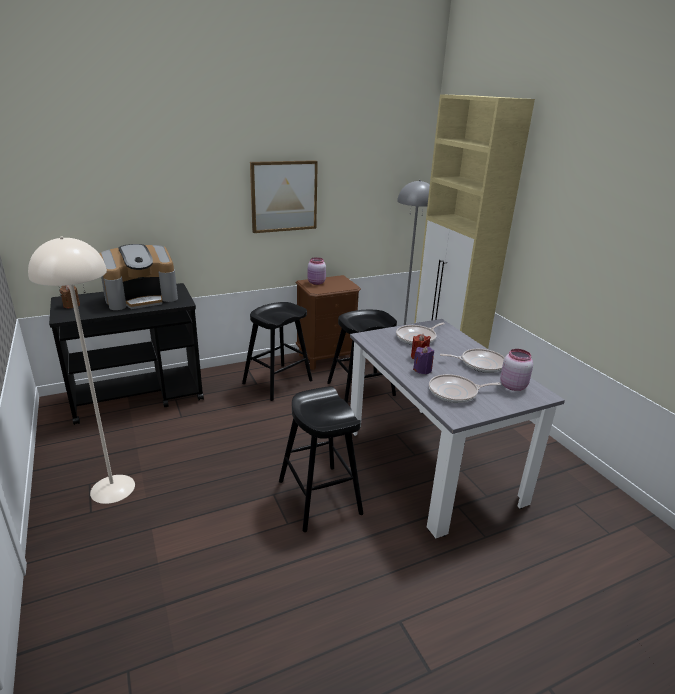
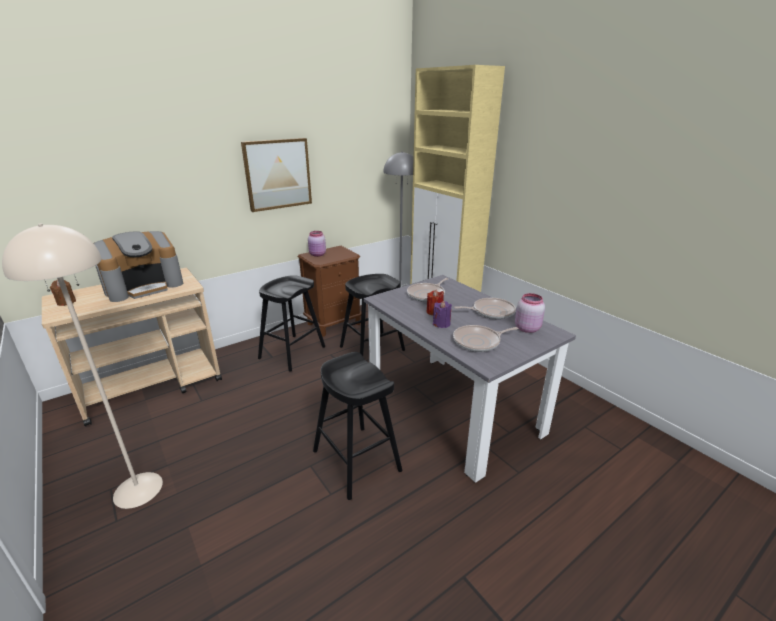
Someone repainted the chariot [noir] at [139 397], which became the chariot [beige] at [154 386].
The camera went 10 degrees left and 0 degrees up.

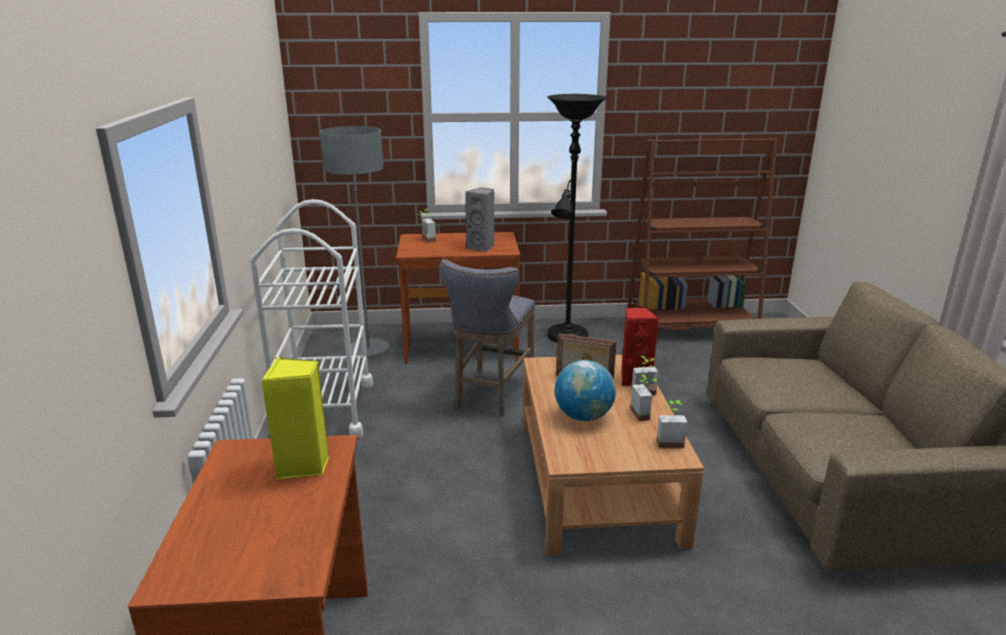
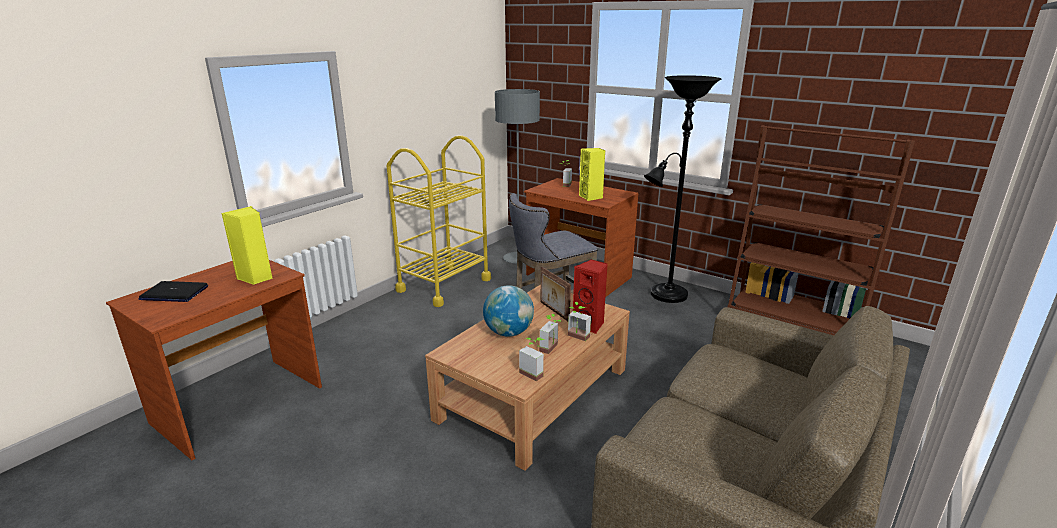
Someone repainted the chariot [blanc] at [325 409], which became the chariot [jaune] at [444 285].
Someone repainted the enceinte [gris] at [482 247], which became the enceinte [jaune] at [591 197].
Someone put down the ordinateur portable at [174 293].
The camera went 40 degrees right and 0 degrees up.

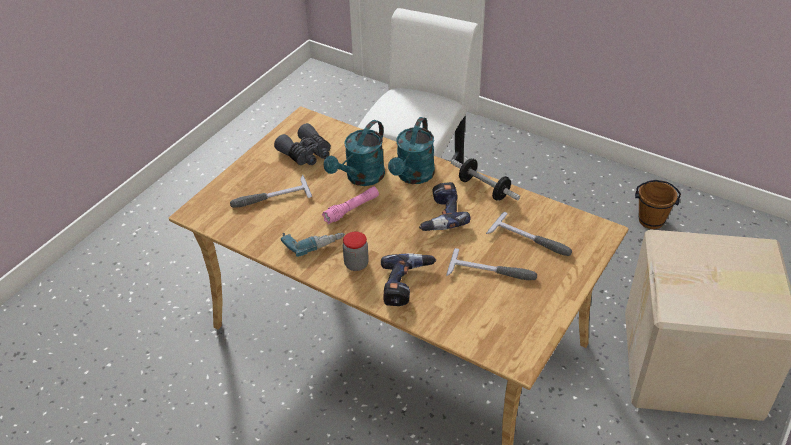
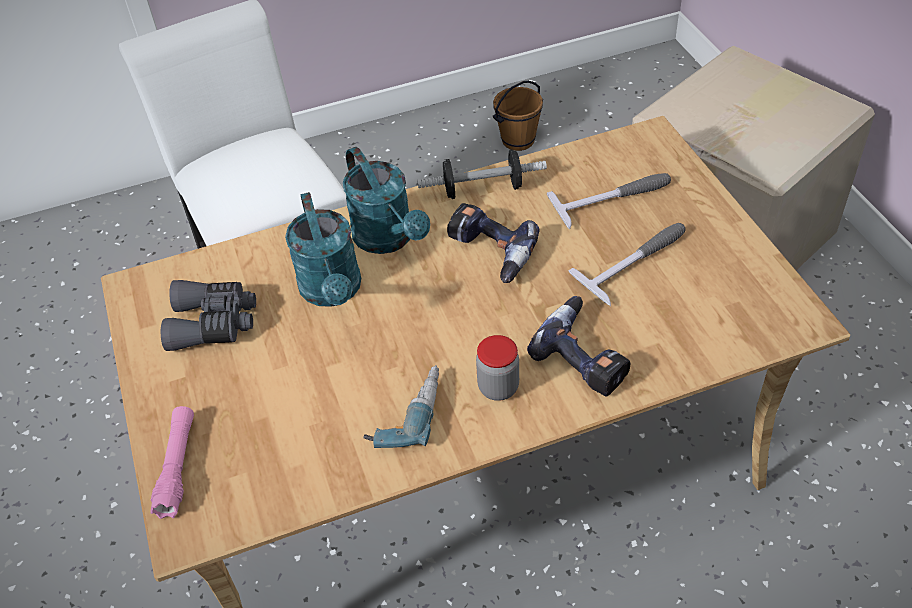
Someone took away the marteau at [269 197].
Someone carried the lampe de poche [rose] from [351 209] to [177 467].
The camera went 50 degrees left and 5 degrees up.

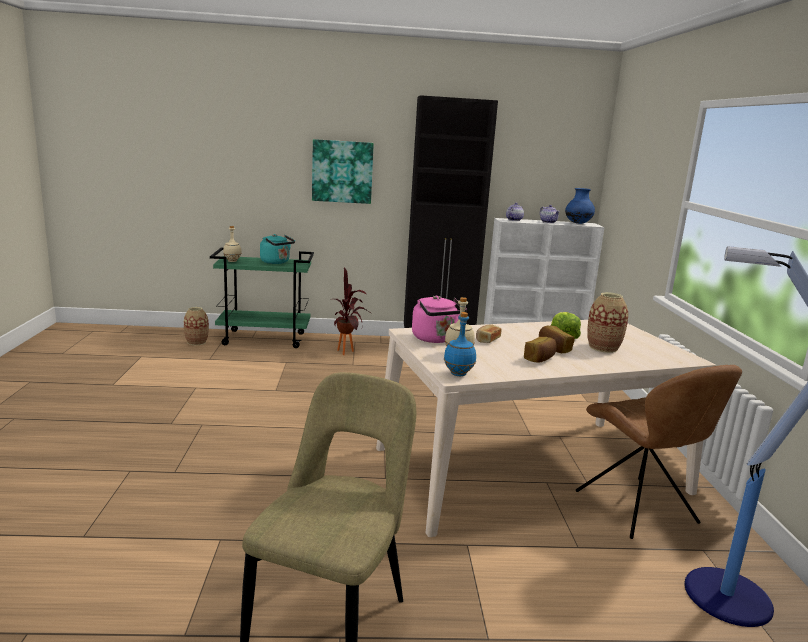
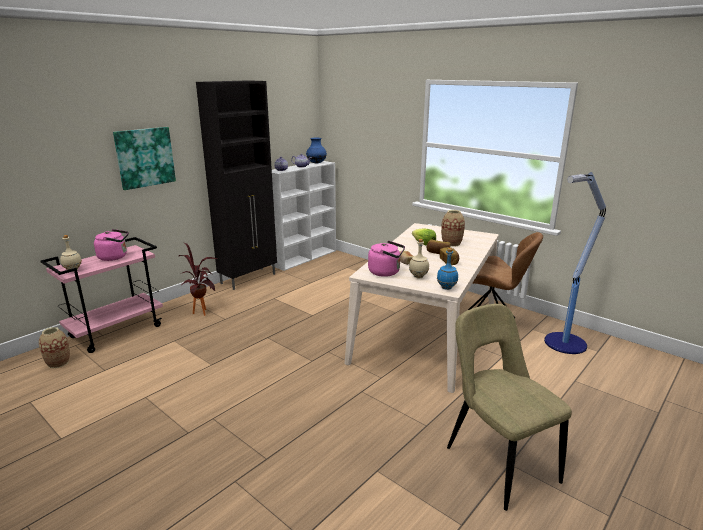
Someone repainted the chariot [vert] at [265 339], which became the chariot [rose] at [117 331].
Someone repainted the bouilloire [turquoise] at [276 262], which became the bouilloire [rose] at [115 257].
The camera went 45 degrees left and 5 degrees up.

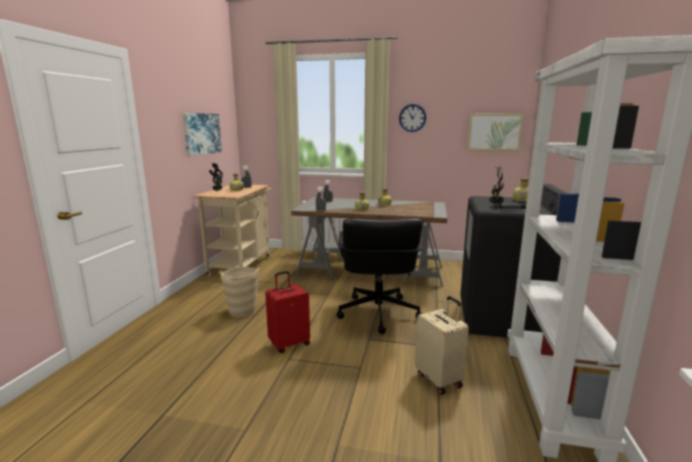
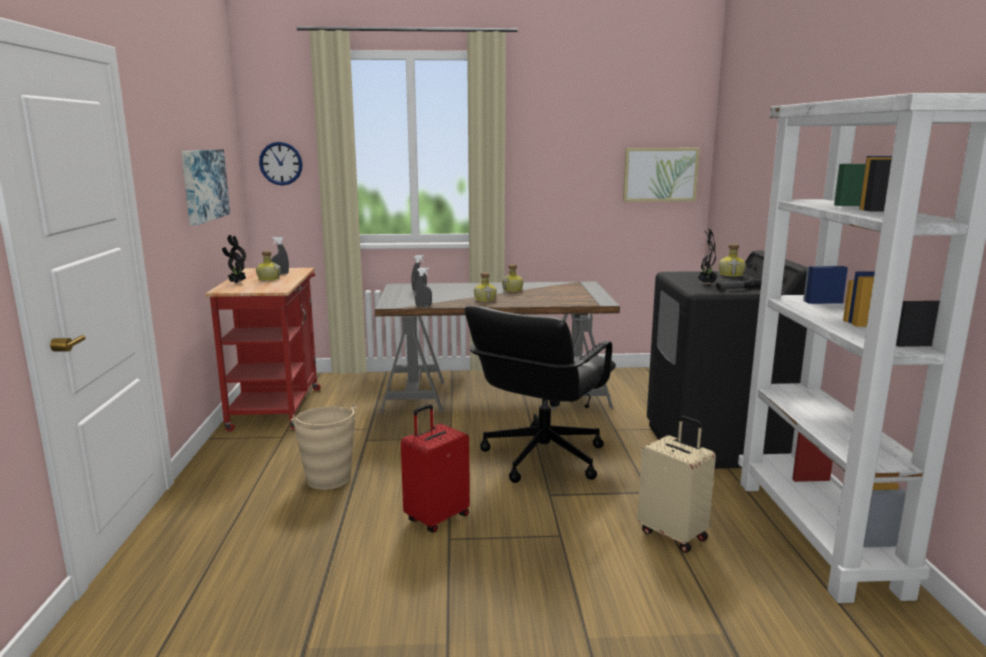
Someone repainted the chariot [beige] at [242 264], which became the chariot [rouge] at [277 406].
Someone rotated the chaise de bureau [noir] at [377 313] by 45 degrees clockwise.
Someone carried the horloge murale from [412 118] to [281 163].
The camera went 15 degrees left and 0 degrees up.

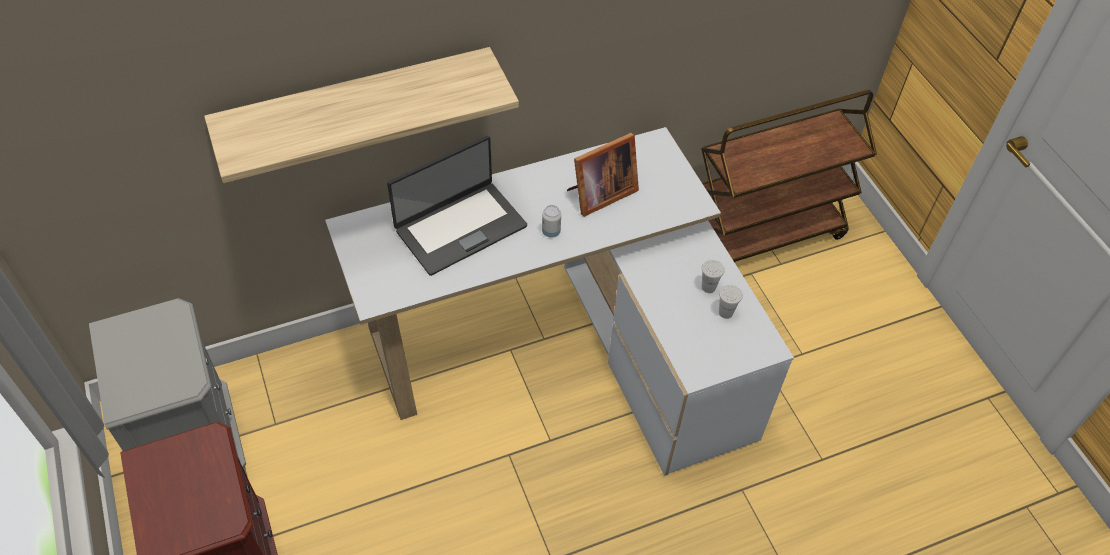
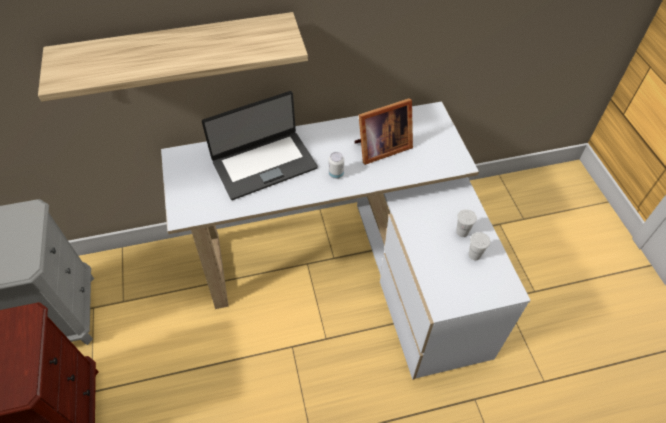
Someone took away the chariot [marron] at [763 234].
The camera went 10 degrees right and 0 degrees up.

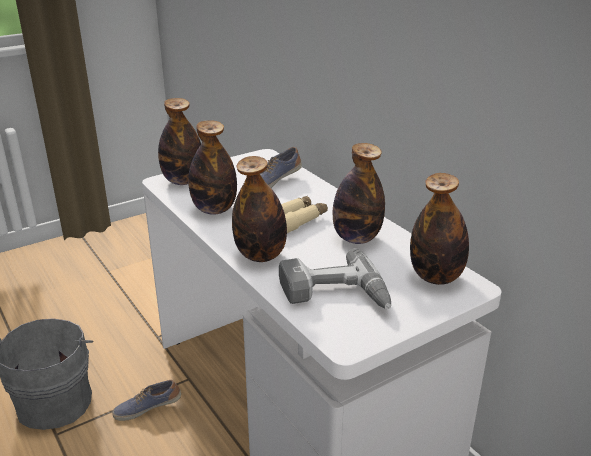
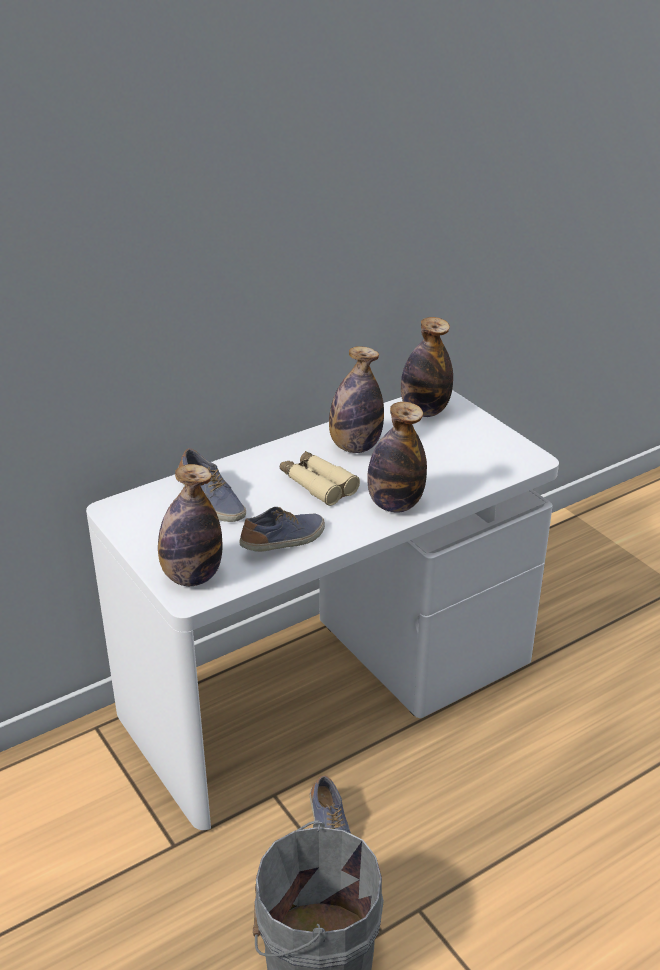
Someone swapped the bouteille at [214 209] for the chaussure at [284 542].
Someone took away the perceuse at [335 296].
The camera went 90 degrees left and 5 degrees up.

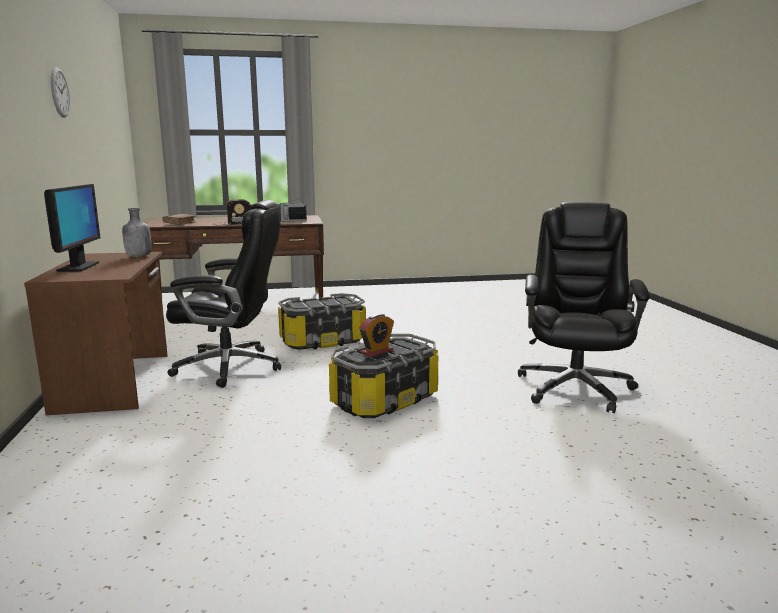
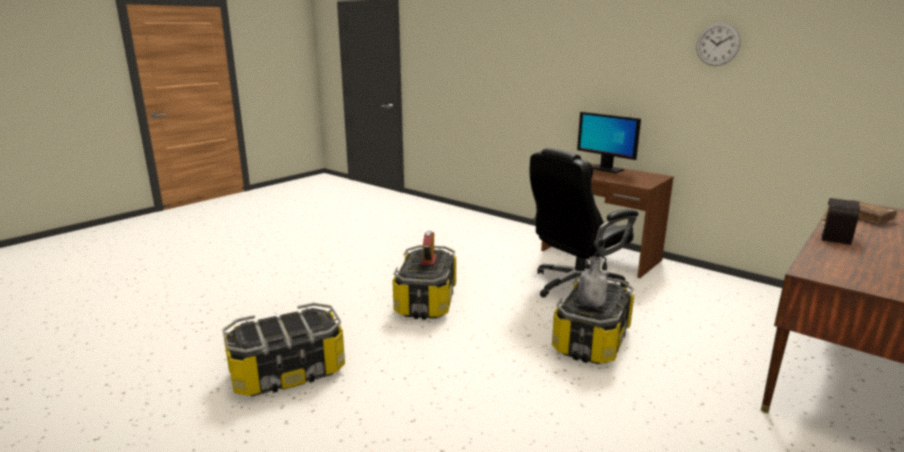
Someone carried the bouteille [gris] from [138 256] to [591 305].
Someone took away the radio at [293 220].
Someone swapped the chaise de bureau [noir] at [574 387] for the boîte de rangement at [288 373].
The camera went 140 degrees right and 5 degrees up.

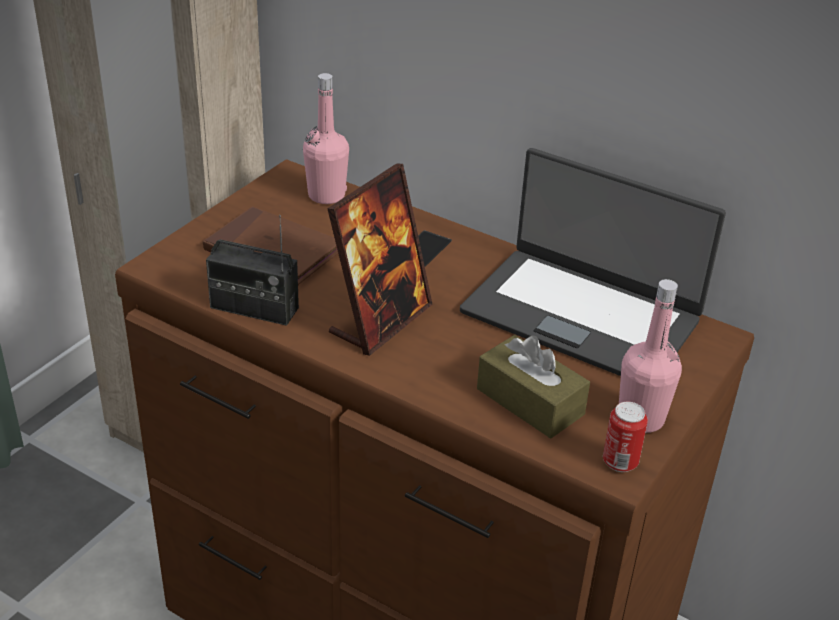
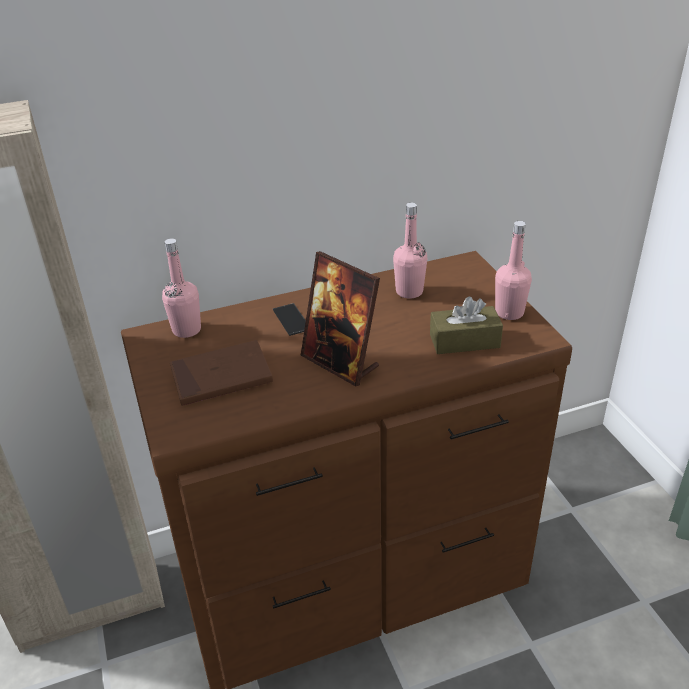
Someone took away the radio at [254 308].
Someone rotated the cadre photo at [380 320] by 150 degrees clockwise.
Someone swapped the ordinateur portable at [582 314] for the bouteille [rose] at [409 291].
Someone took away the boîte métallique at [620 462].
The camera went 50 degrees left and 0 degrees up.

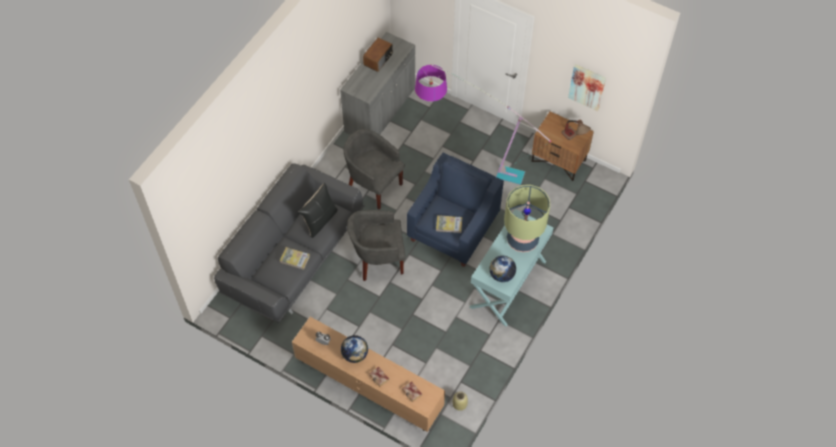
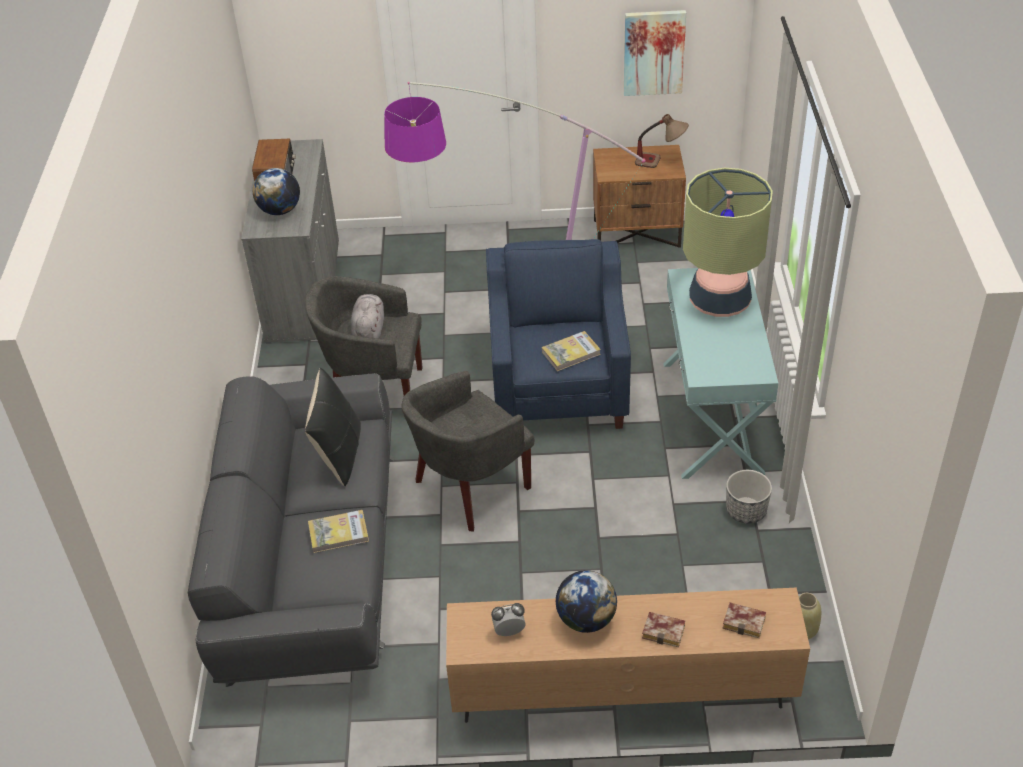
Someone carried the globe from [502 275] to [280 210].
Someone put down the peluche [gris] at [369 330].
Someone put down the cache-pot at [746 511].
The camera went 30 degrees left and 15 degrees down.

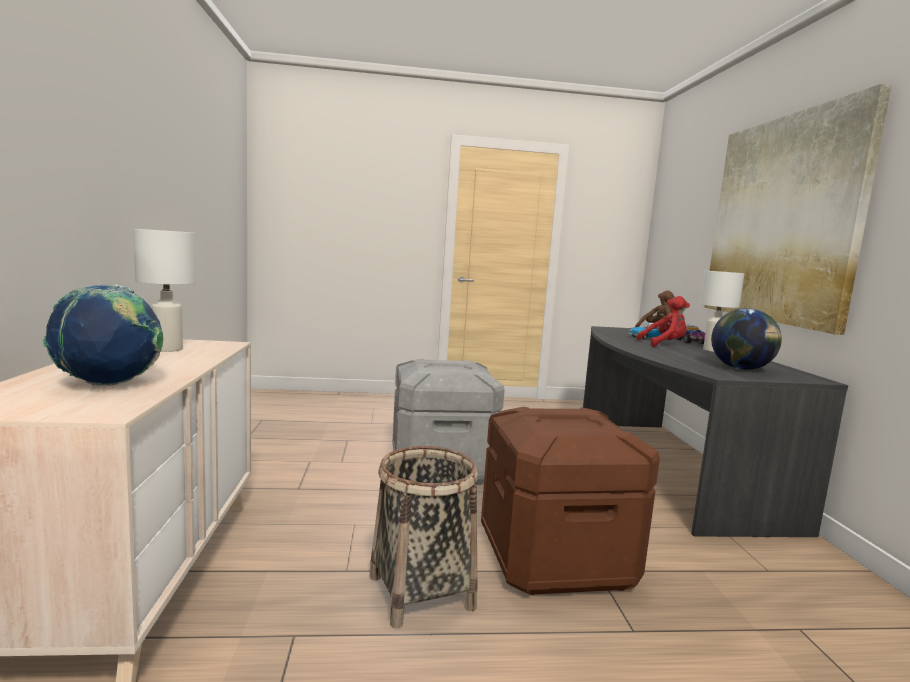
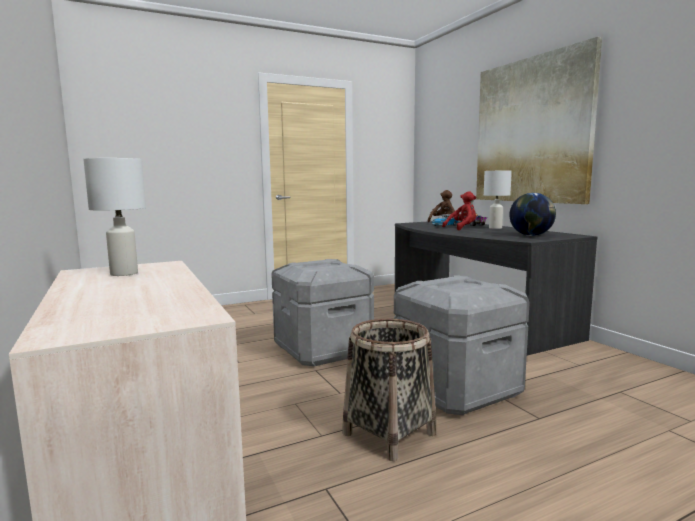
Someone took away the globe at [109 384].
Someone repainted the boîte de rangement [marron] at [554 558], which became the boîte de rangement [gris] at [456 389].
The camera went 20 degrees left and 0 degrees up.

